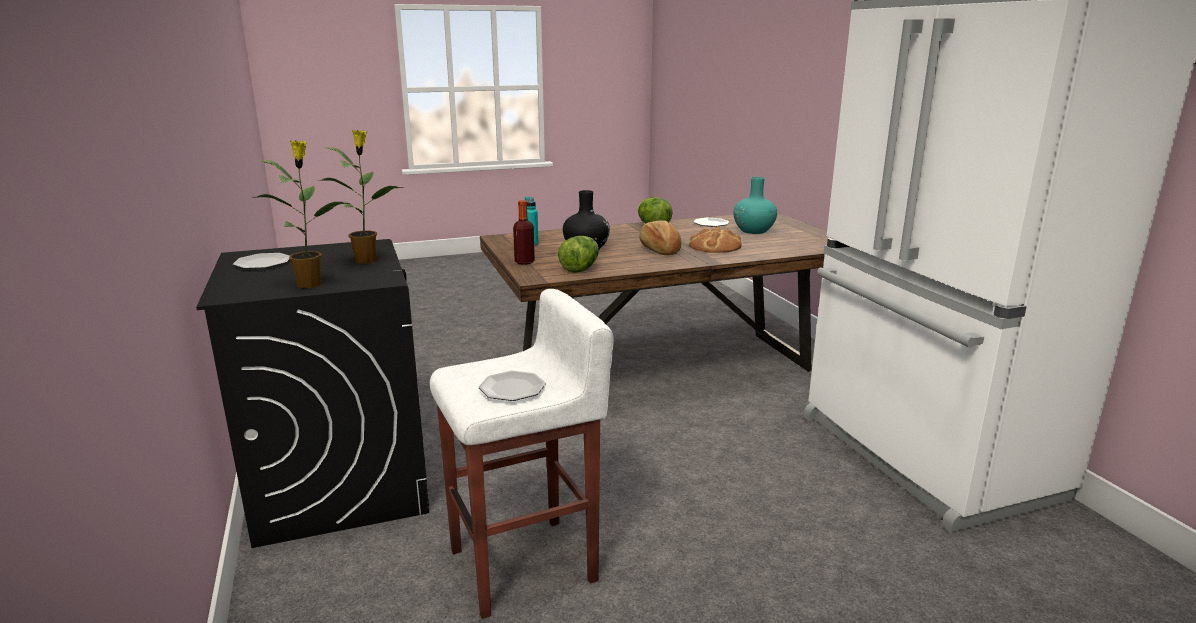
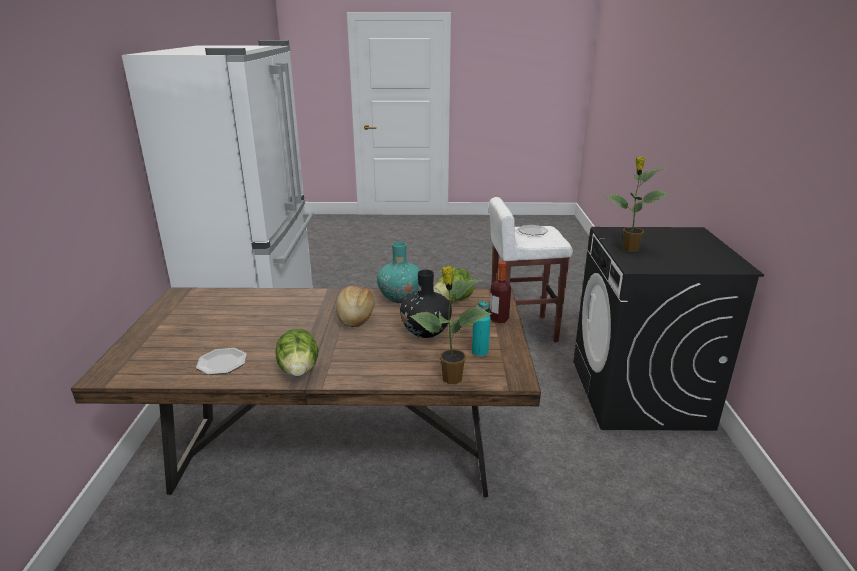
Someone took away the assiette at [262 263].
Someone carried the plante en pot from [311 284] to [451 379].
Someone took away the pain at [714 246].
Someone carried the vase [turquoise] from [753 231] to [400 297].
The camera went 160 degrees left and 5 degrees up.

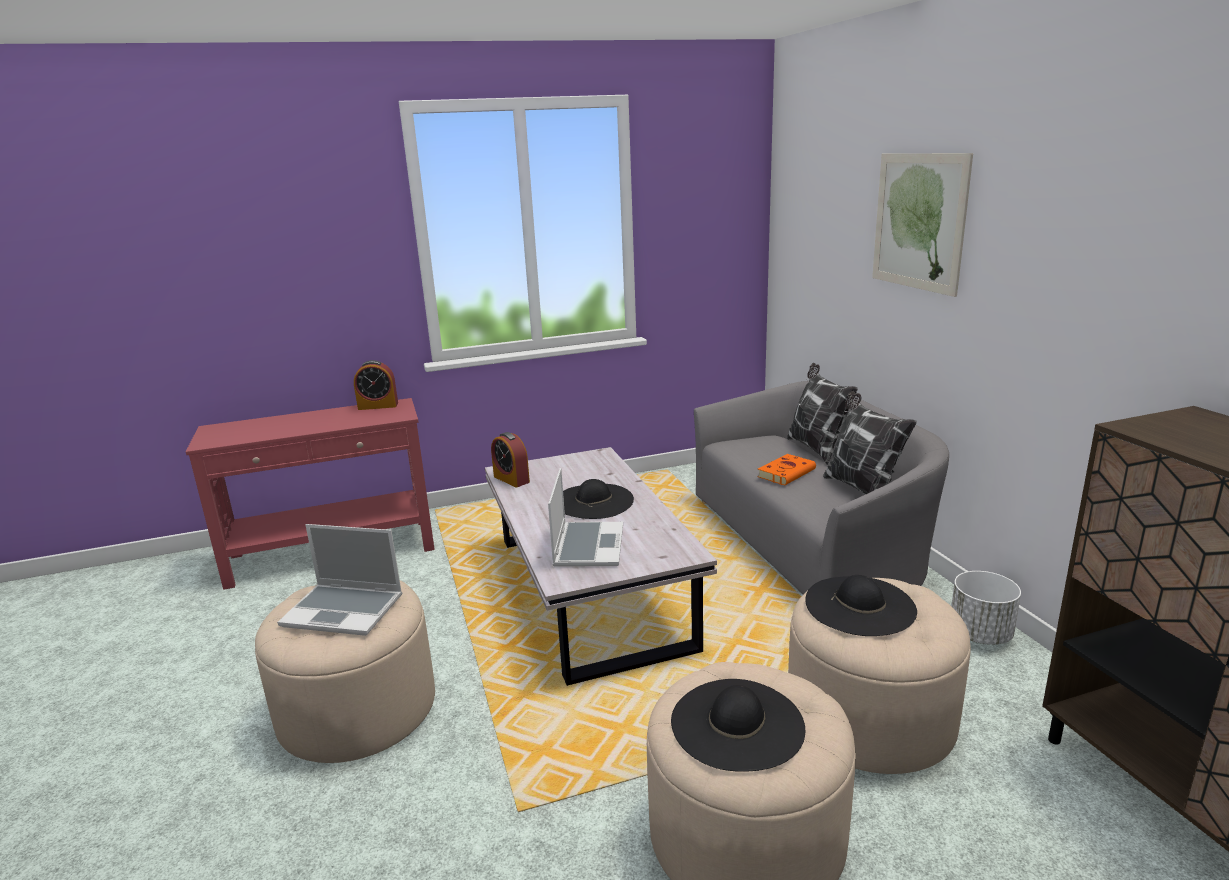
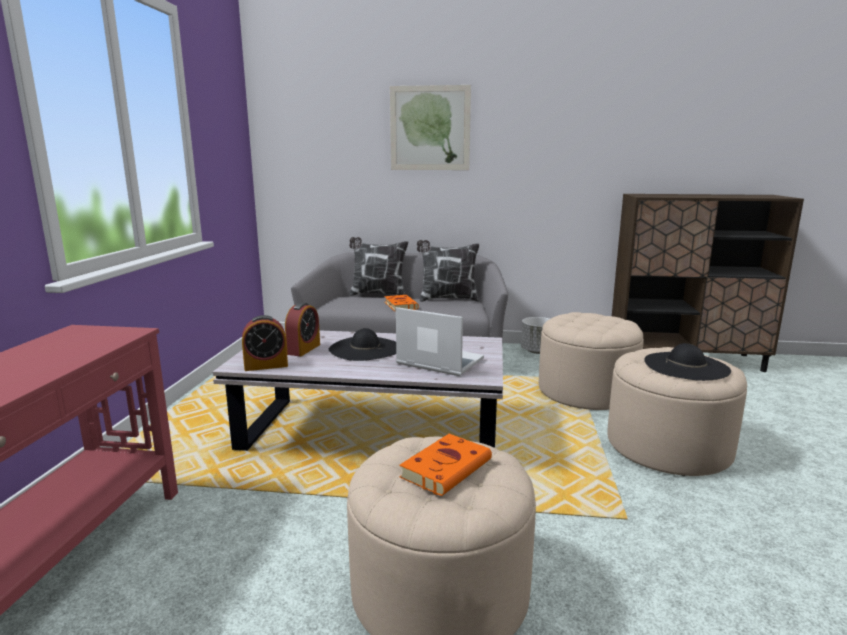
Someone swapped the ordinateur portable at [345 610] for the livre [orange] at [447 468].
Someone carried the réveil from [378 406] to [303 349].
Someone took away the chapeau [noir] at [860 605].
The camera went 65 degrees left and 5 degrees down.

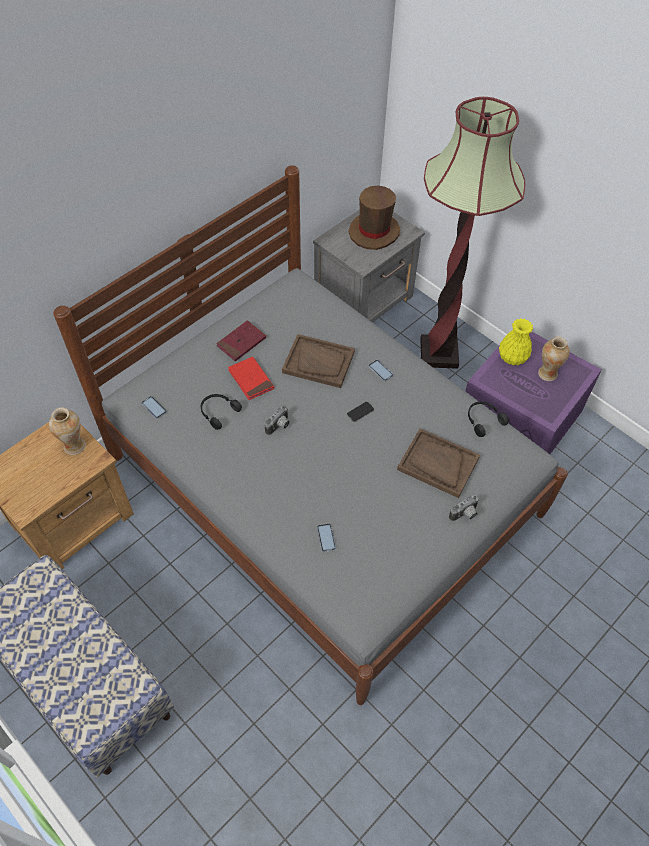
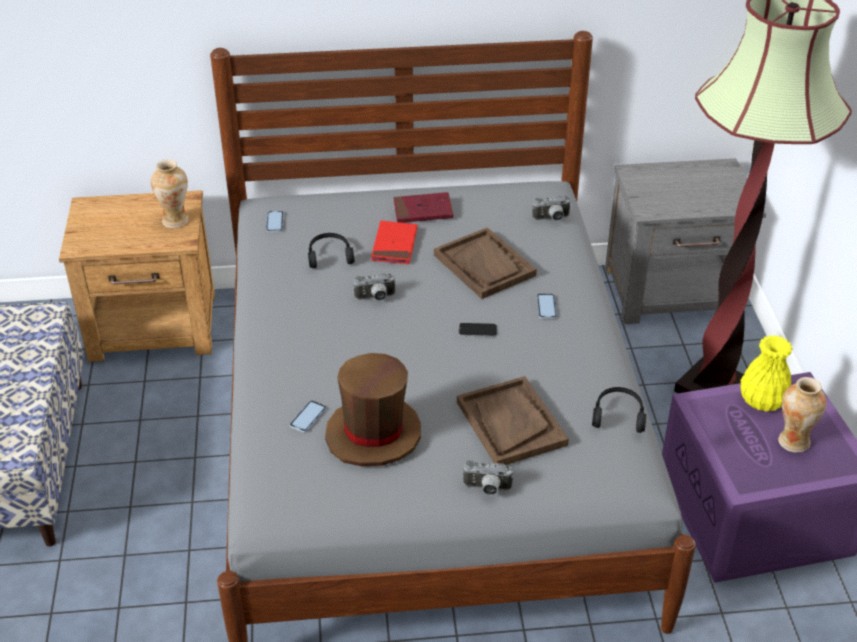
Someone carried the chapeau [marron] from [374 232] to [373 434].
Someone put down the appareil photo at [552 219].
The camera went 40 degrees right and 15 degrees down.

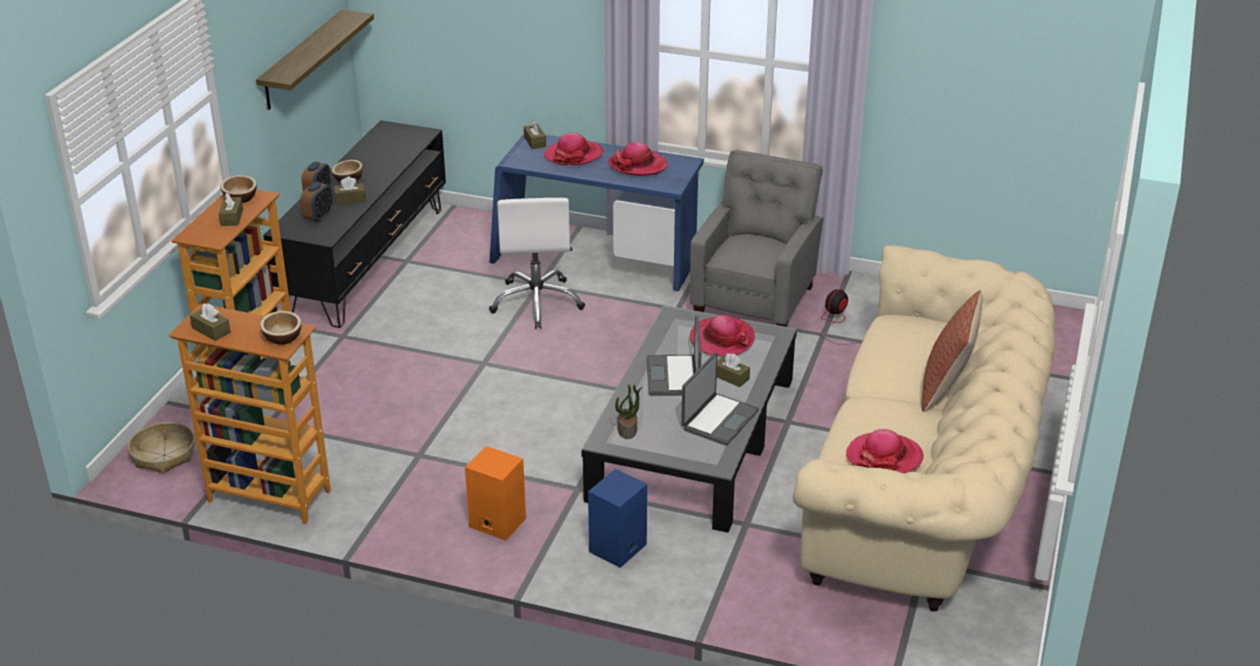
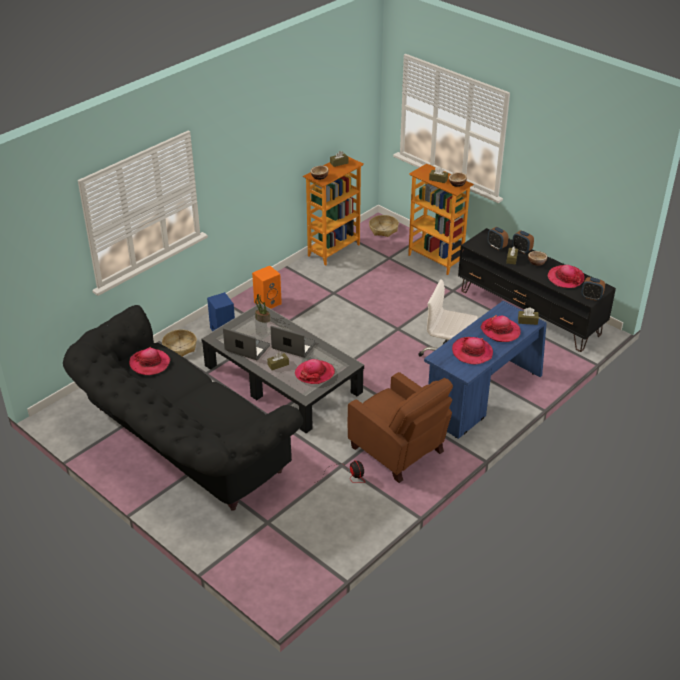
Someone took away the étagère at [302 60].
Someone rotated the ordinateur portable at [718 419] by 150 degrees clockwise.
Someone repainted the fauteuil [gris] at [755 299], which became the fauteuil [marron] at [398 450].
Someone repainted the canapé [beige] at [925 487], which became the canapé [noir] at [179 445].
Someone took away the coussin at [946 387].
Someone put down the panier at [180 347].
Someone put down the chapeau at [565 278].
Someone put down the réveil at [591 297].
The camera went 115 degrees right and 5 degrees up.

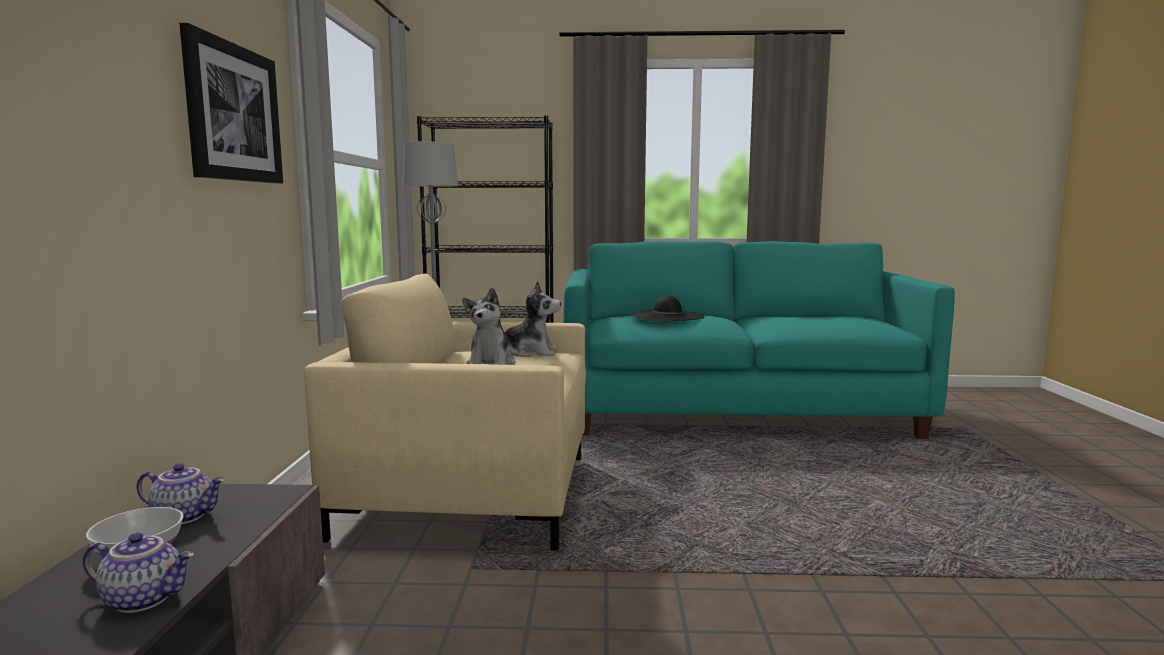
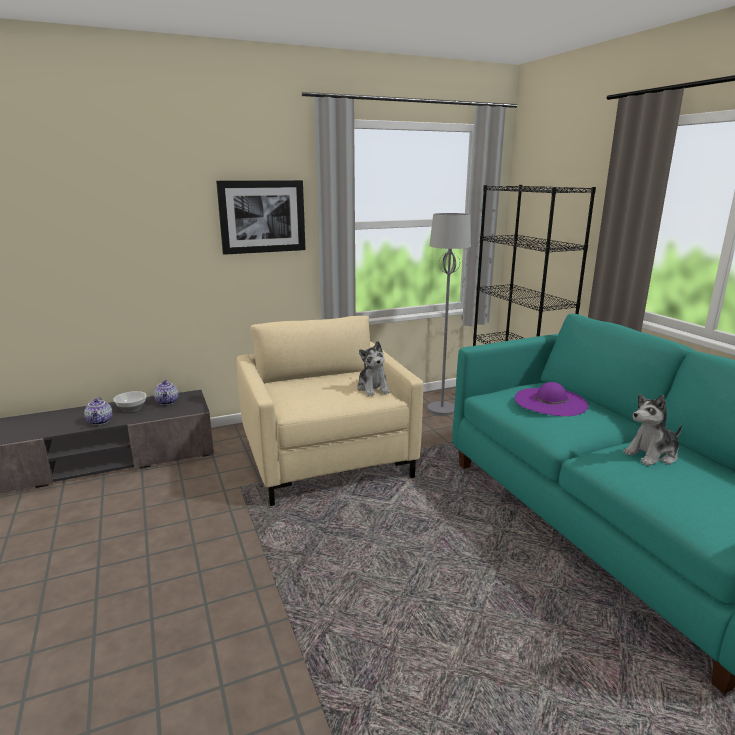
Someone carried the peluche from [491 364] to [652 455].
Someone repainted the chapeau [noir] at [667 316], which became the chapeau [violet] at [550 401].
The camera went 65 degrees right and 10 degrees up.

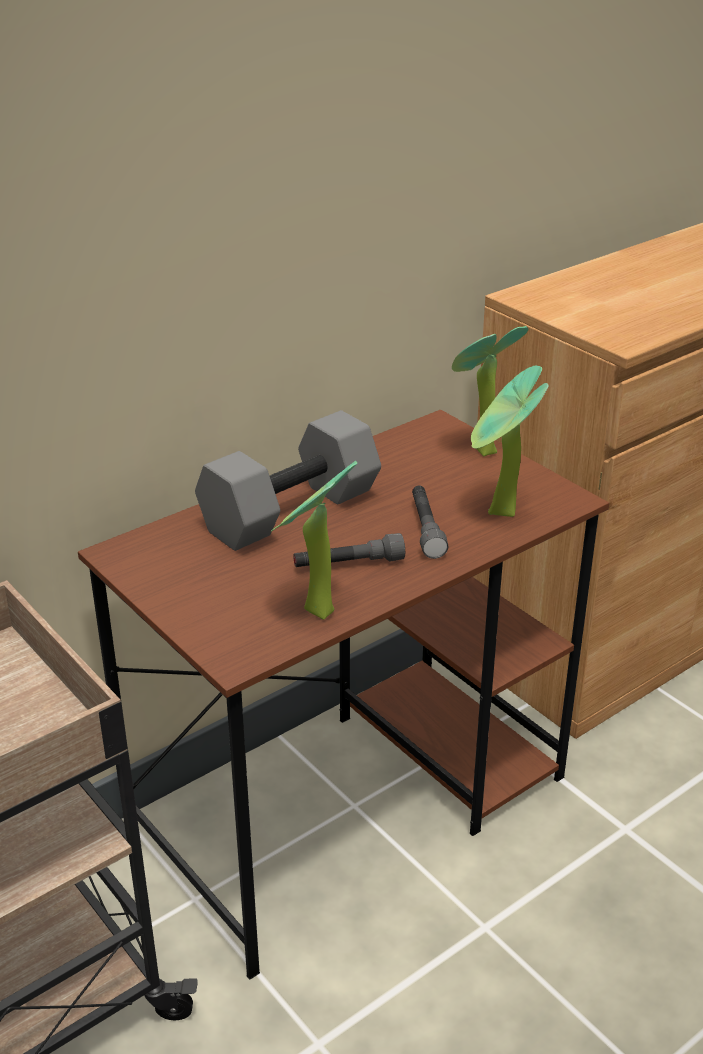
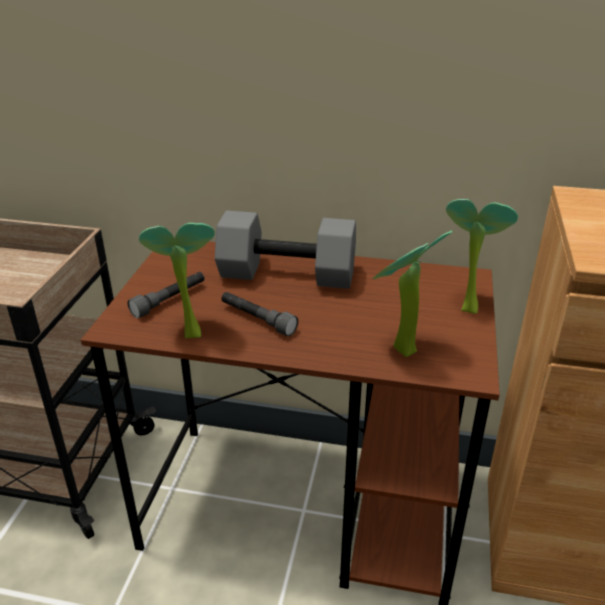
Someone carried the lampe de poche [gris] from [426 529] to [170 300].
The camera went 50 degrees right and 0 degrees up.

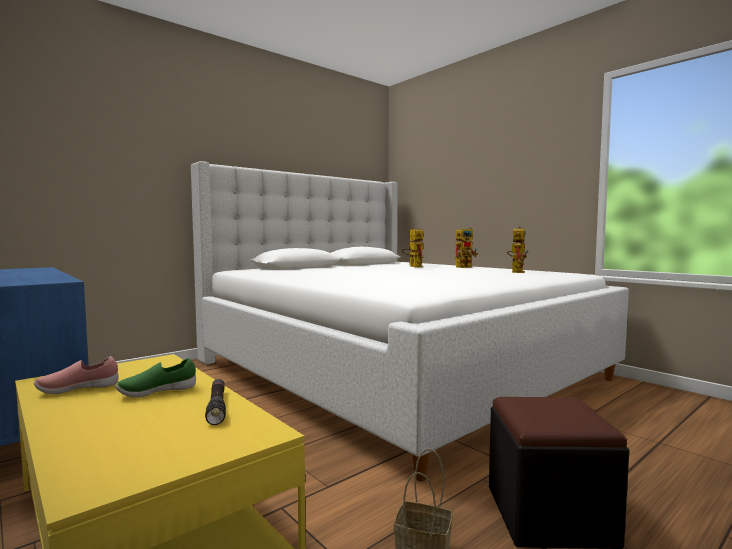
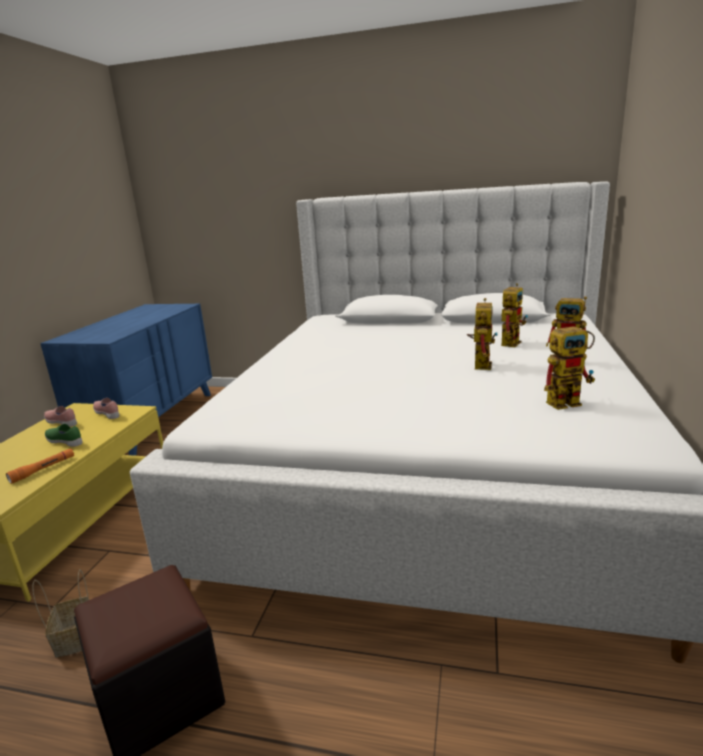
Someone repainted the lampe de poche [noir] at [217 407], which became the lampe de poche [orange] at [43 469].
Someone put down the chaussure [rose] at [108 414].
Someone put down the robot jouet at [480 364].
The camera went 55 degrees right and 15 degrees up.

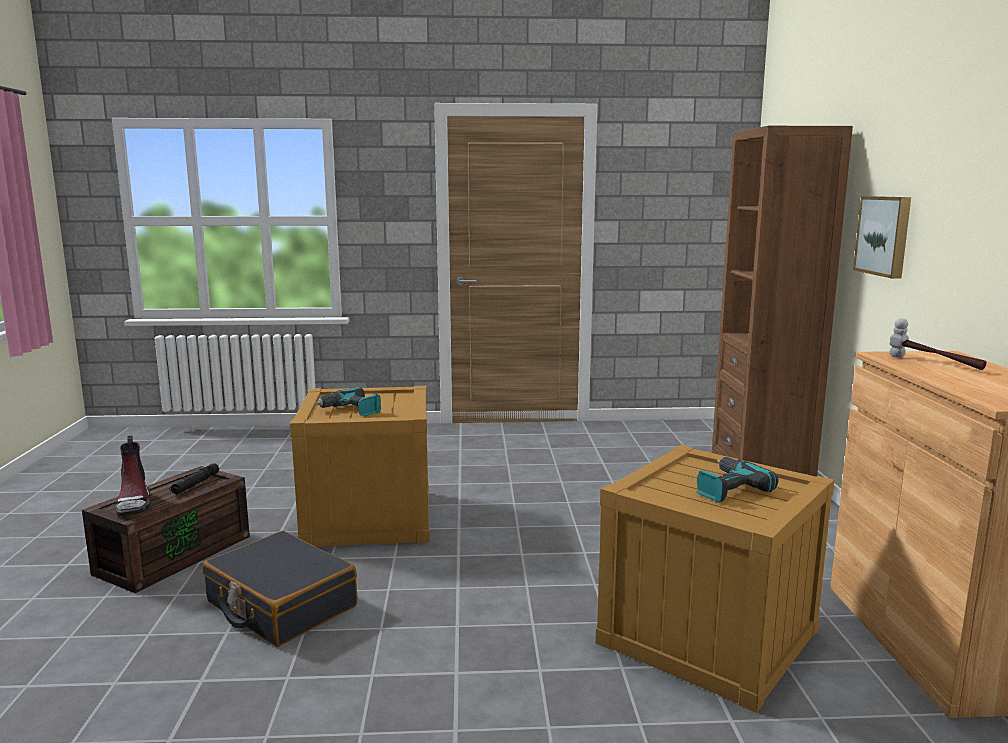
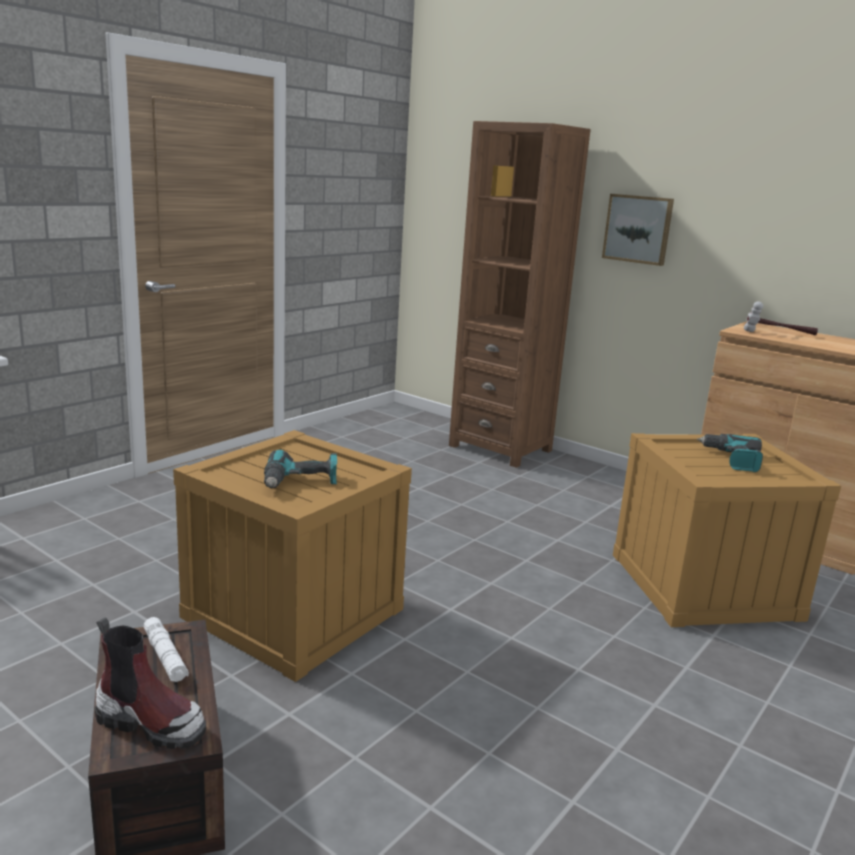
Someone repainted the lampe de poche [noir] at [195 484], which became the lampe de poche [blanc] at [165 656].
Someone took away the valise [noir] at [281 605].
The camera went 50 degrees left and 5 degrees up.

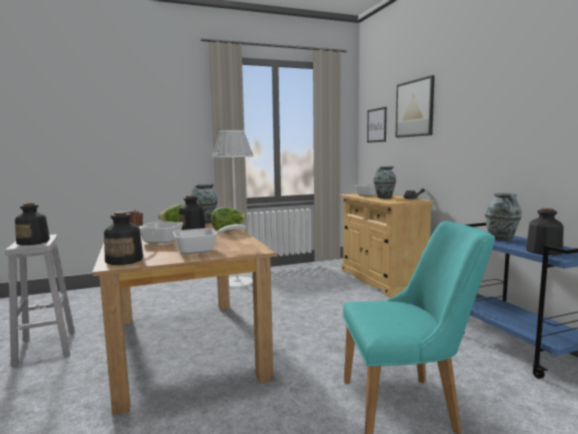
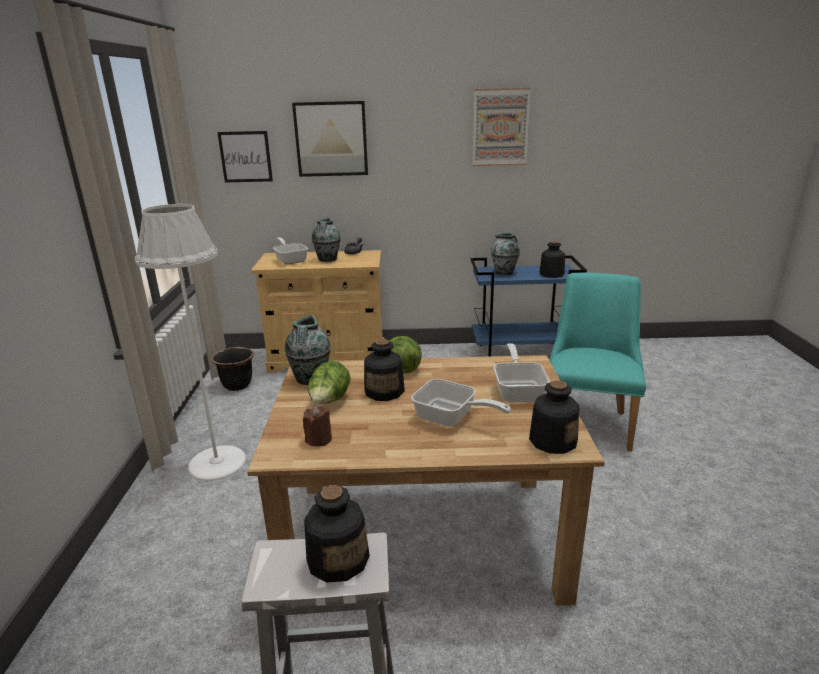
Someone put down the cache-pot [noir] at [237 385].
Someone put up the tableau at [500 127].
The camera went 70 degrees left and 15 degrees up.

